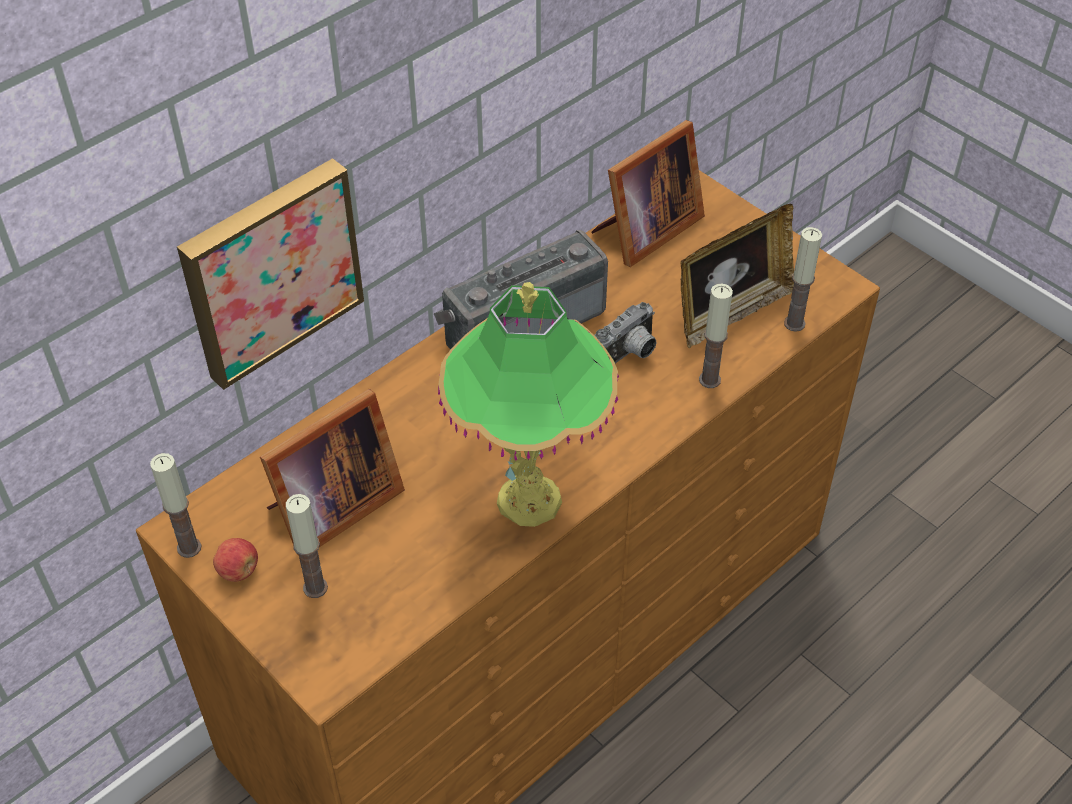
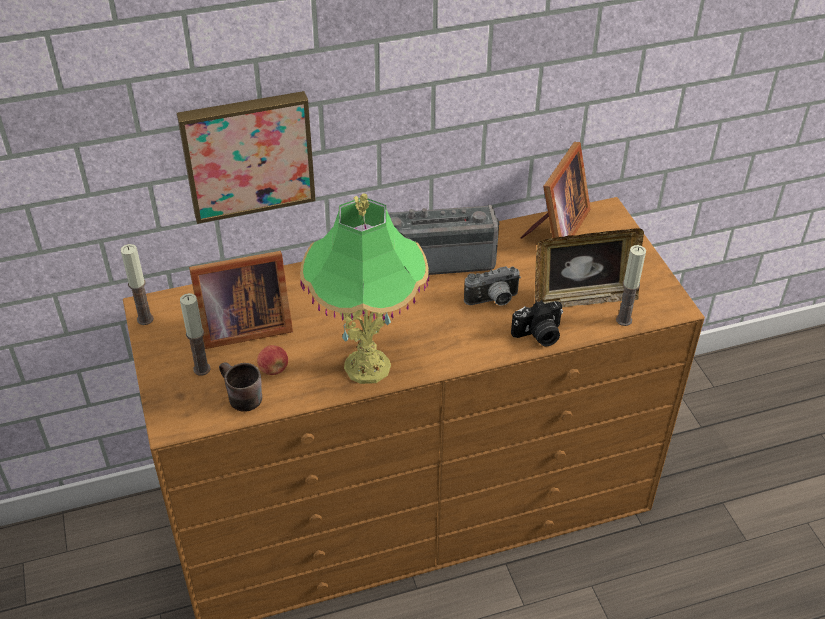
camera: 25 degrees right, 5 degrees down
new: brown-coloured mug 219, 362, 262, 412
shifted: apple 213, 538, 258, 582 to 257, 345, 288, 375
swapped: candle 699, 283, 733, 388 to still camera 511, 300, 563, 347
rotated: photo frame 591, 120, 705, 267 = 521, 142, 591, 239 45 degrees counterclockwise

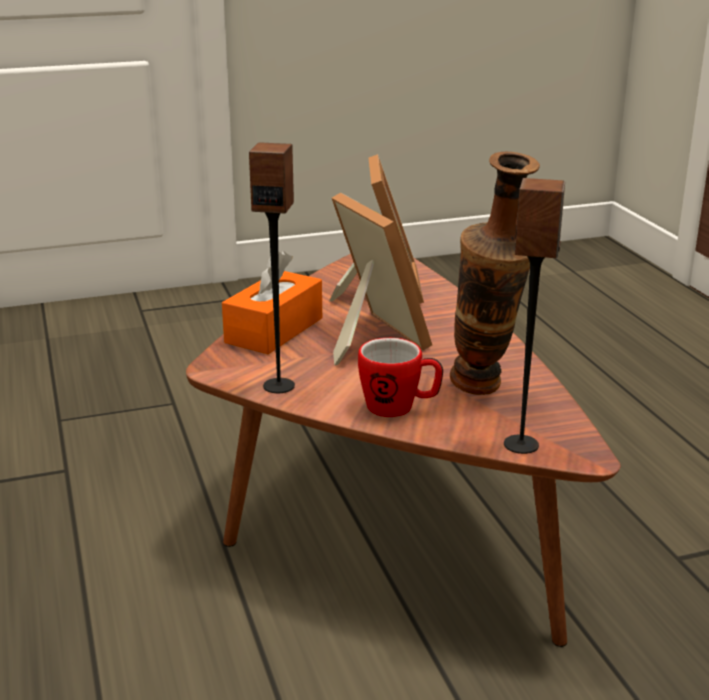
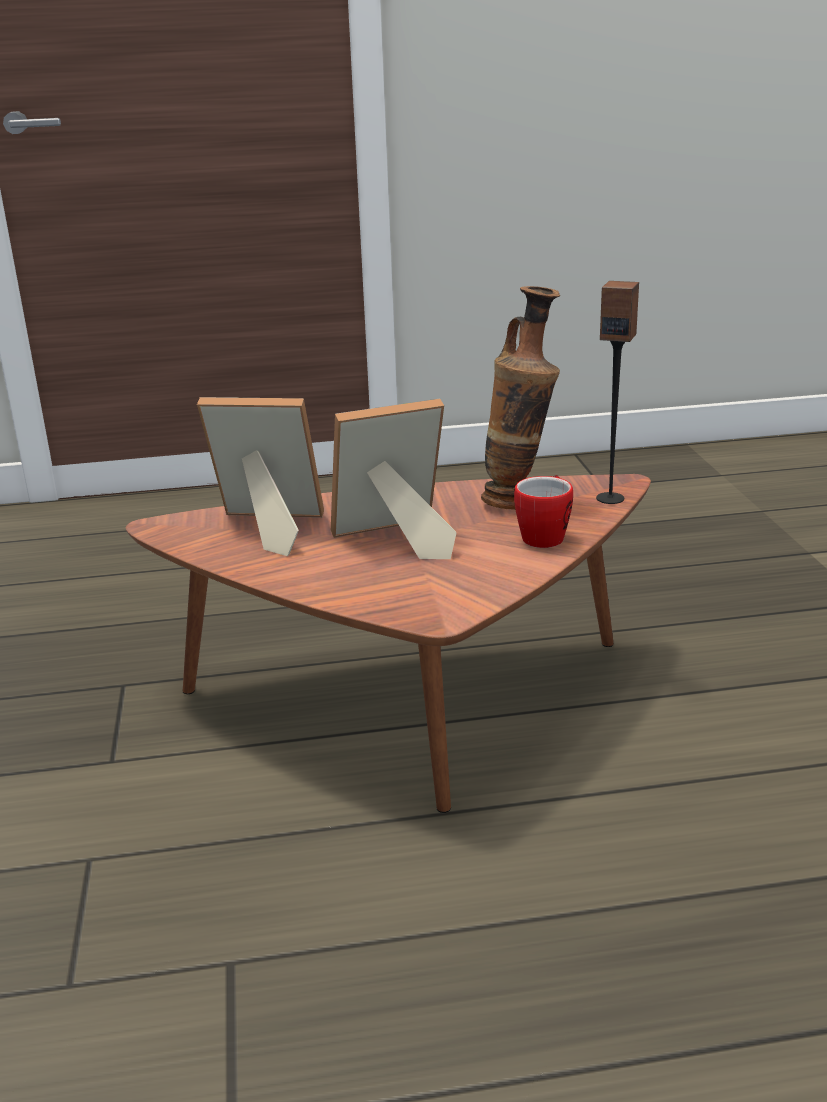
camera: 80 degrees left, 0 degrees up
gone: orange tissue holder 222, 251, 322, 354; audio speaker 249, 142, 295, 393

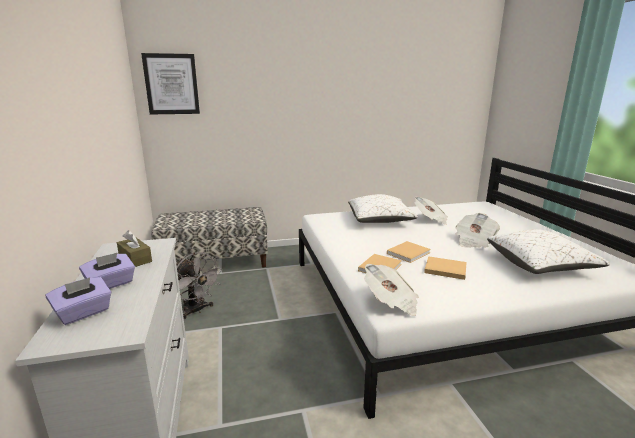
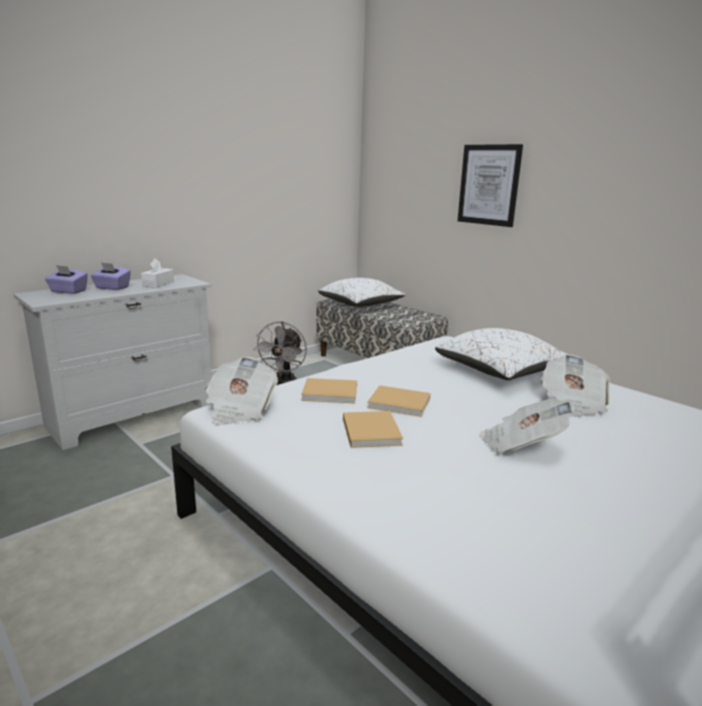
camera: 60 degrees right, 0 degrees up
shifted: picture 141, 53, 200, 114 to 458, 144, 523, 227; white pillow 487, 229, 610, 274 to 318, 278, 406, 307
repainted: brown-coloured tissue holder 117, 230, 152, 267 to white tissue holder 141, 258, 174, 288

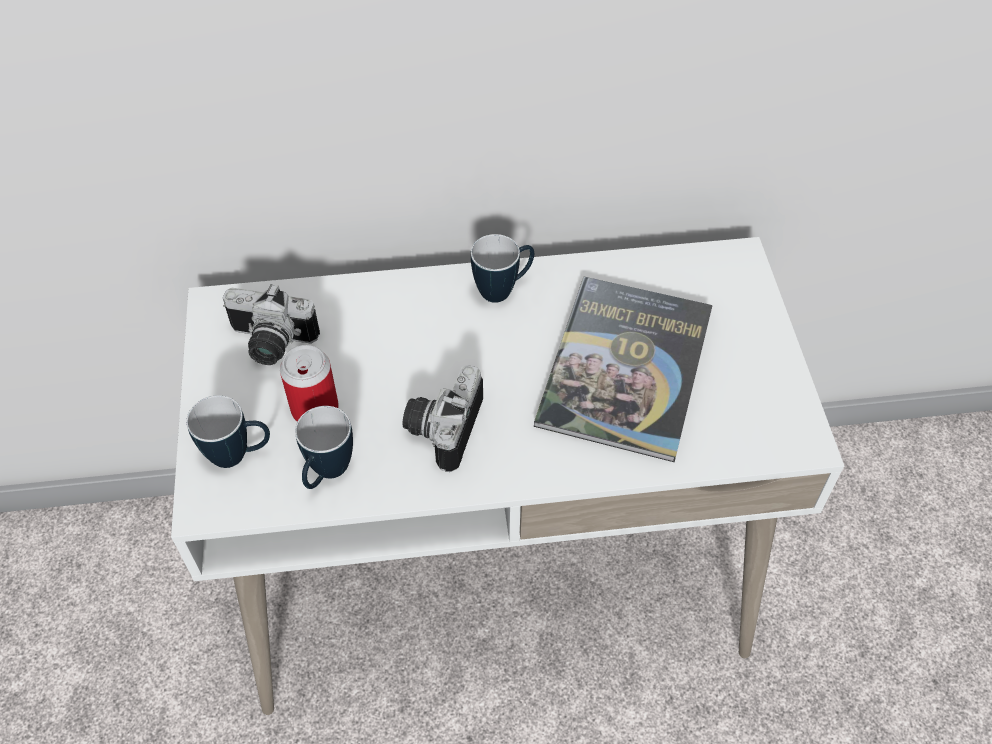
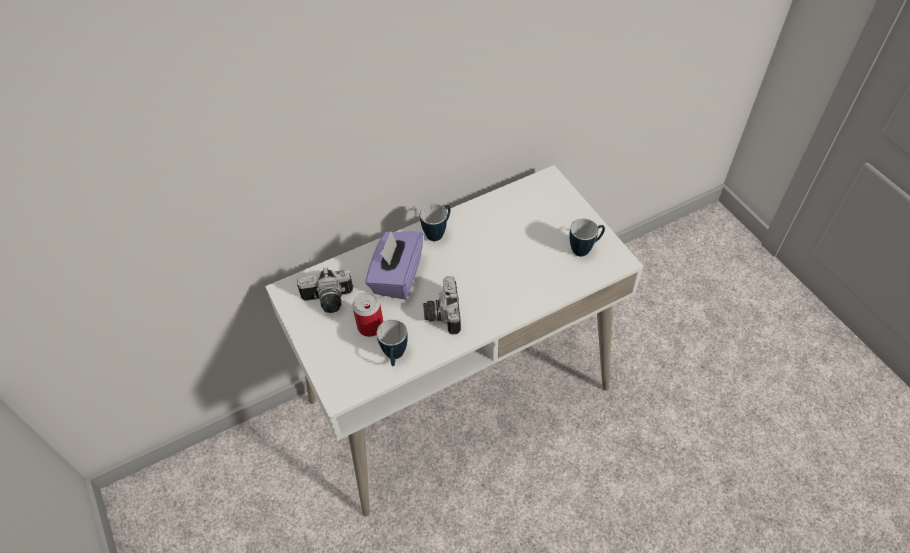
camera: 20 degrees left, 0 degrees up
gone: bound book 534, 276, 713, 462
new: purple tissue holder 365, 232, 423, 299
shifted: mug 186, 395, 270, 468 to 570, 218, 605, 256

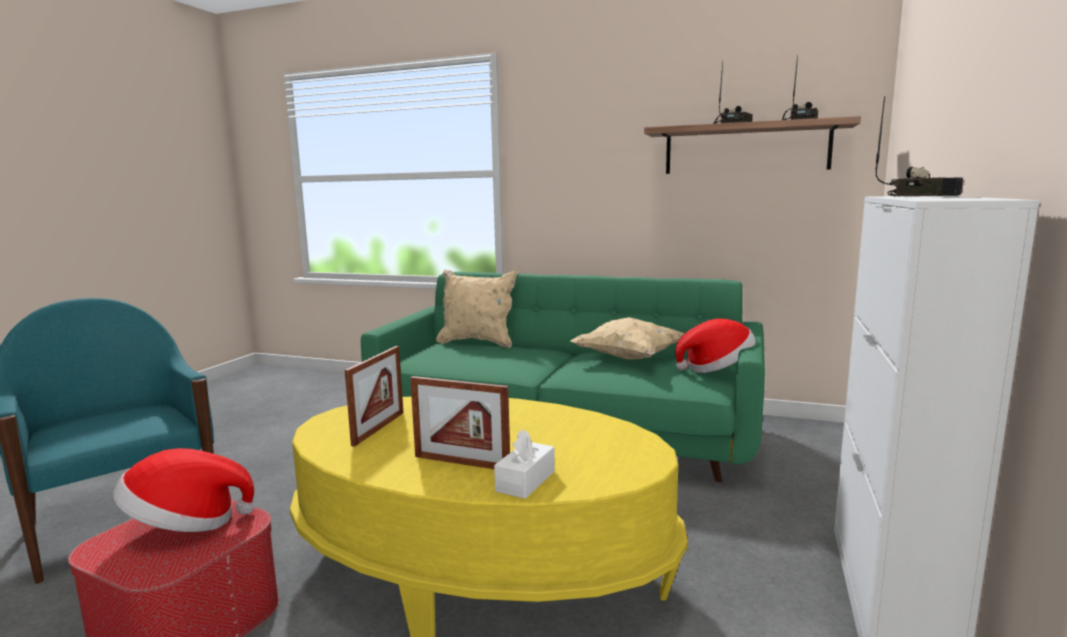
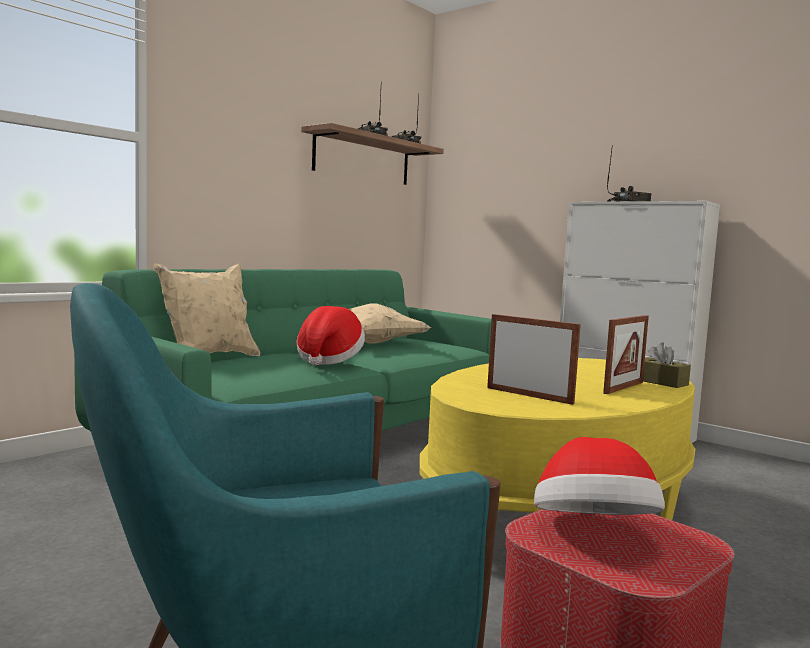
camera: 70 degrees left, 5 degrees down
shifted: clothing hat 675, 319, 756, 373 to 297, 306, 365, 366
repainted: white tissue holder 494, 429, 555, 499 to brown-coloured tissue holder 643, 343, 691, 388

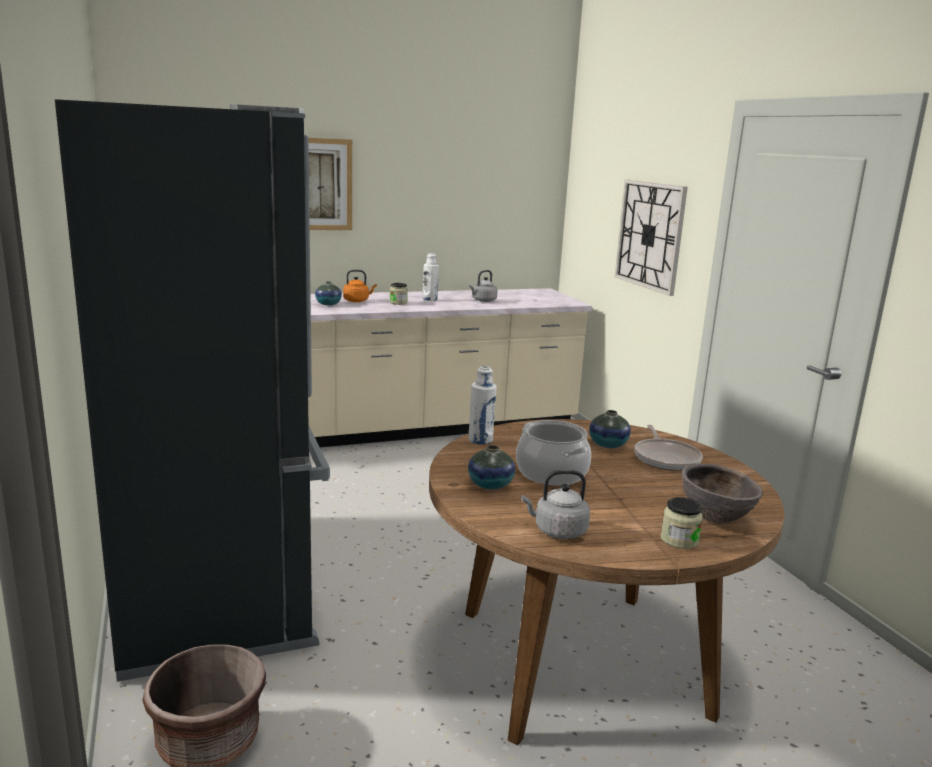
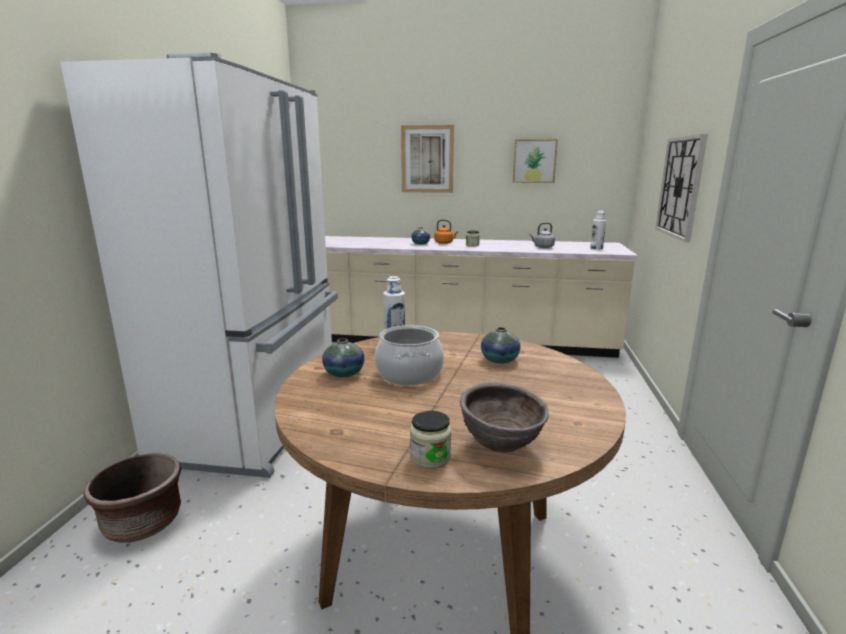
camera: 30 degrees right, 0 degrees up
gone: gray kettle 521, 470, 590, 539; skillet 634, 425, 703, 471
new: picture 513, 139, 558, 183
shifted: white bottle 423, 253, 439, 301 to 590, 211, 606, 250
repainted: black refrigerator 55, 99, 330, 682 to white refrigerator 60, 53, 338, 478

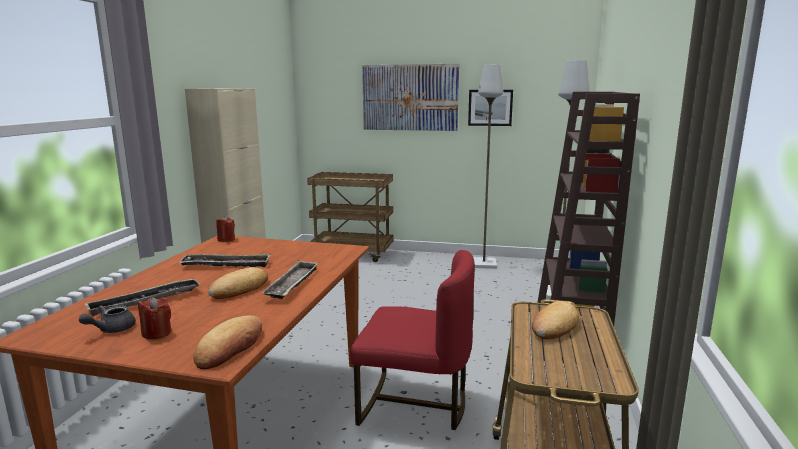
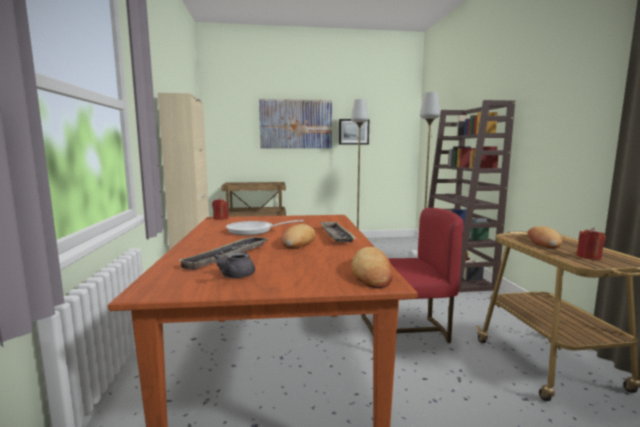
camera: 20 degrees left, 5 degrees down
shifted: reddish candle 138, 297, 172, 339 to 576, 228, 606, 260
swapped: serving tray 179, 254, 271, 267 to skillet 226, 220, 303, 235

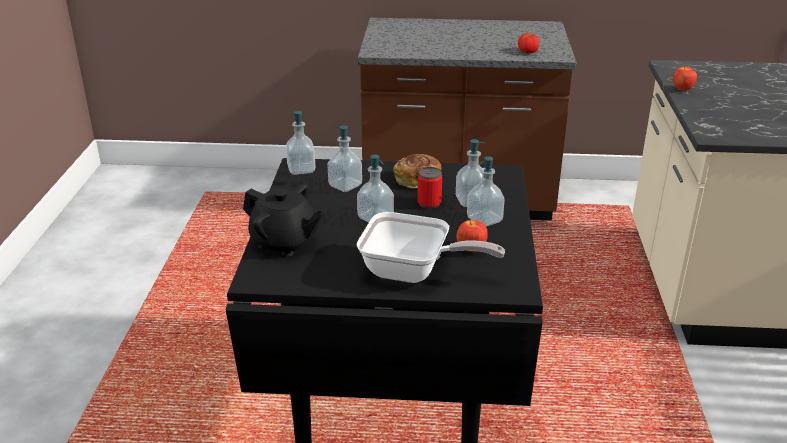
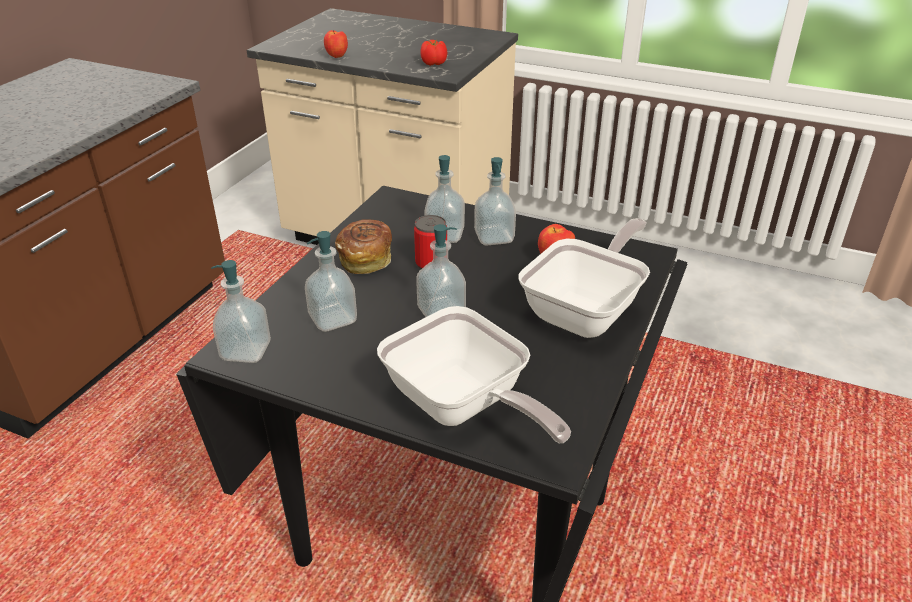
camera: 70 degrees left, 5 degrees up
shifted: tomato 518, 33, 539, 53 to 420, 40, 447, 66
swapped: black tea pot 243, 184, 324, 257 to skillet 377, 306, 571, 443

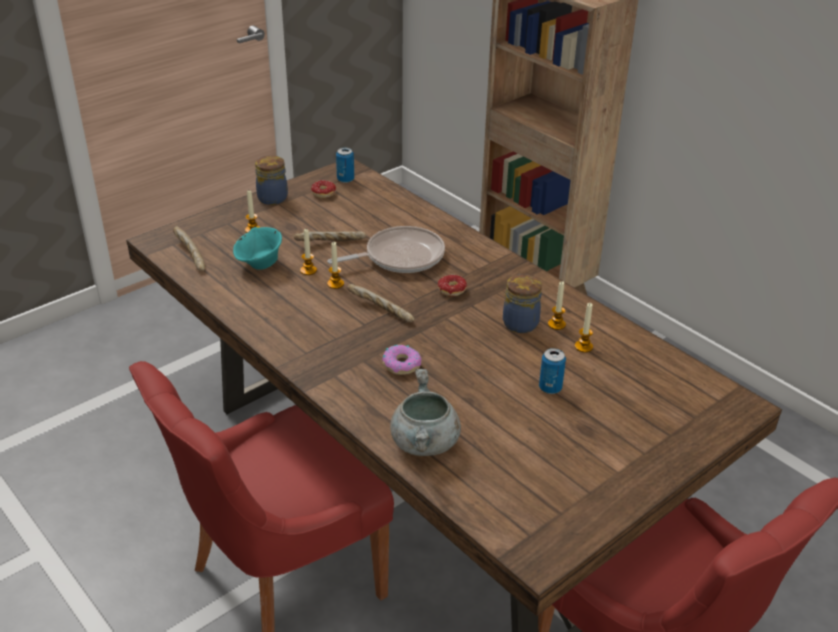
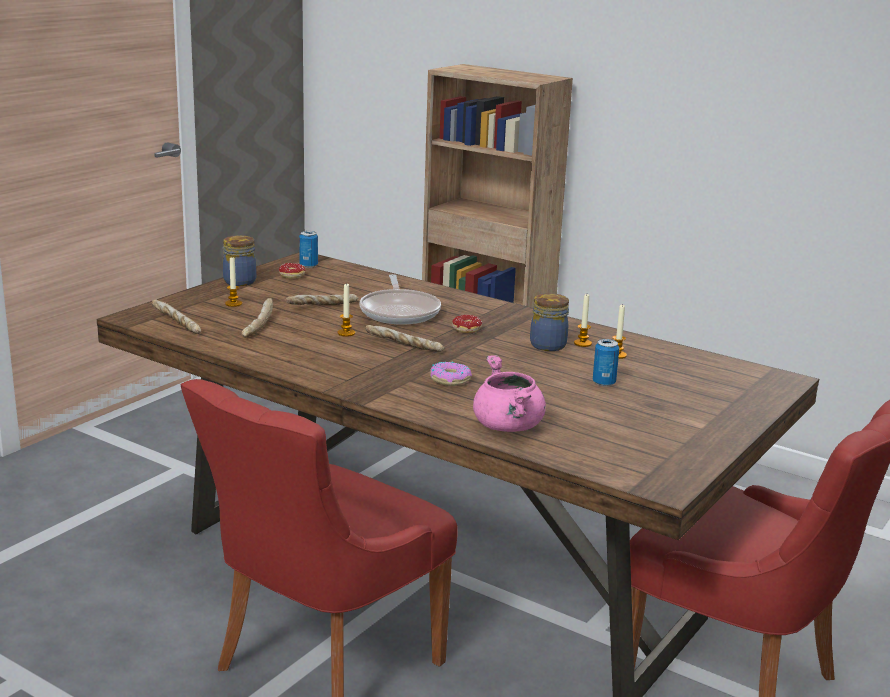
camera: 15 degrees left, 15 degrees down
gone: candle 300, 229, 317, 275
swapped: turquoise-coloured deep dish 233, 227, 282, 270 to bread 241, 298, 273, 338
repainted: gray cooking pot 390, 369, 461, 456 to pinkish cooking pot 473, 355, 546, 432
rotated: skillet 327, 226, 445, 273 = 359, 274, 441, 325 120 degrees clockwise

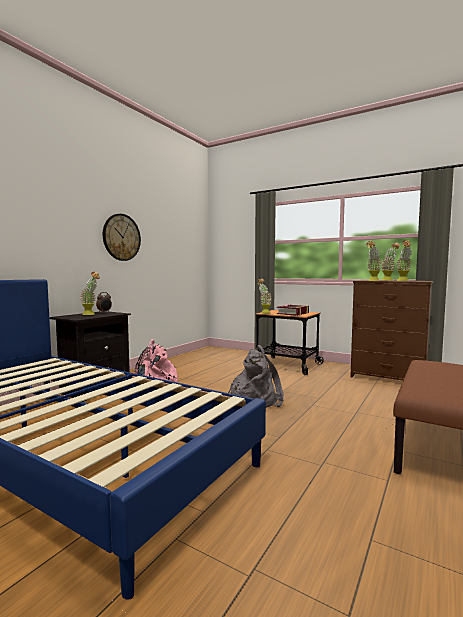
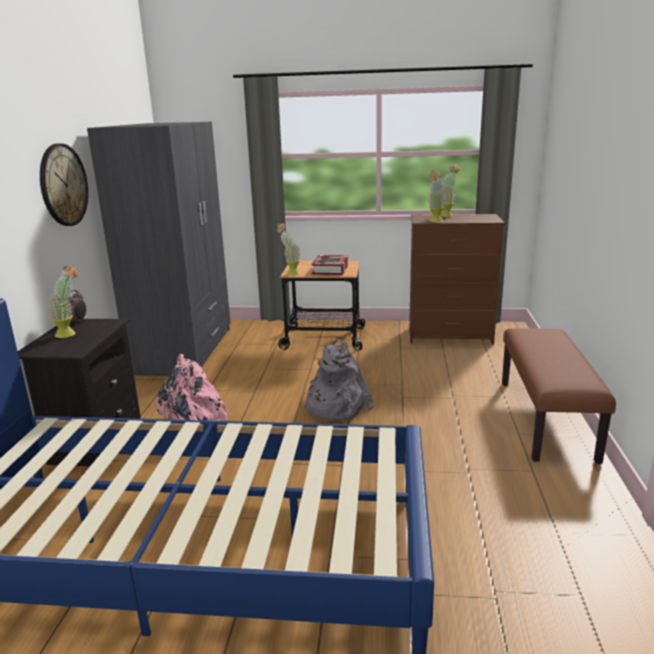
camera: 25 degrees left, 15 degrees up
gone: plant in a pot 396, 240, 412, 281
new: gray wardrobe 87, 122, 231, 376

